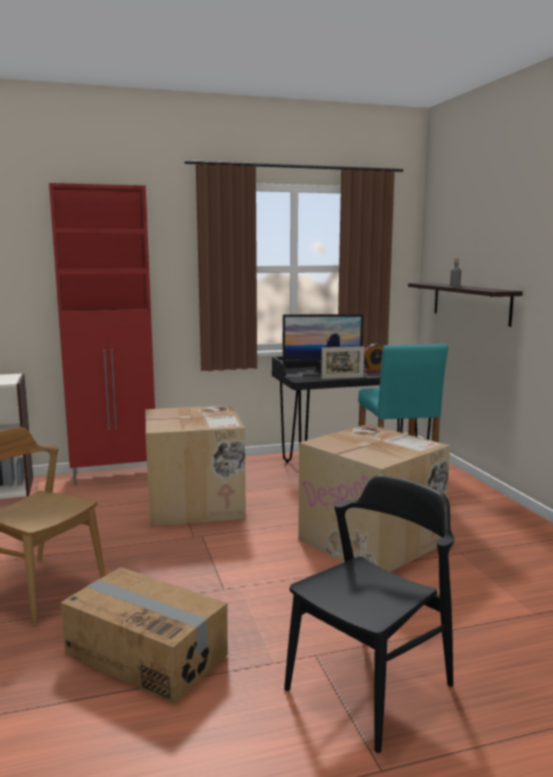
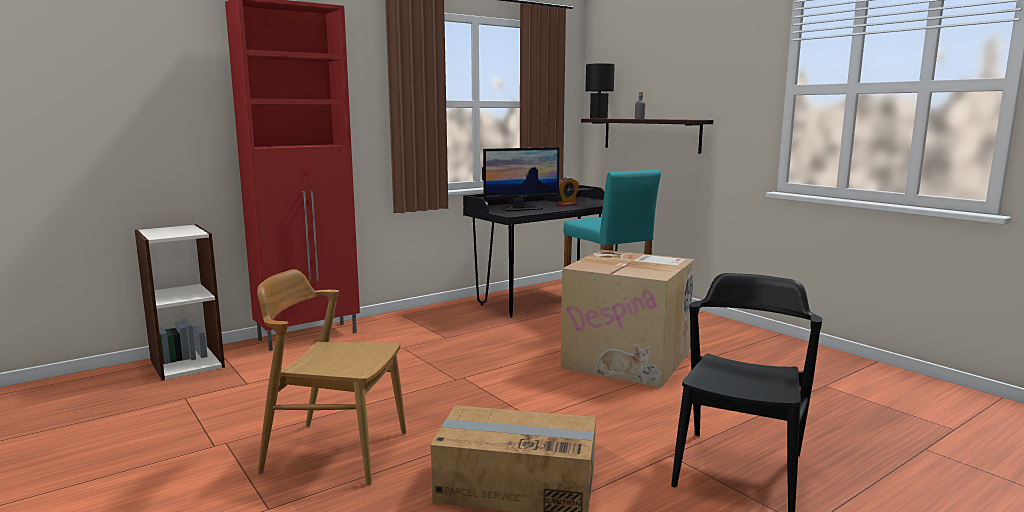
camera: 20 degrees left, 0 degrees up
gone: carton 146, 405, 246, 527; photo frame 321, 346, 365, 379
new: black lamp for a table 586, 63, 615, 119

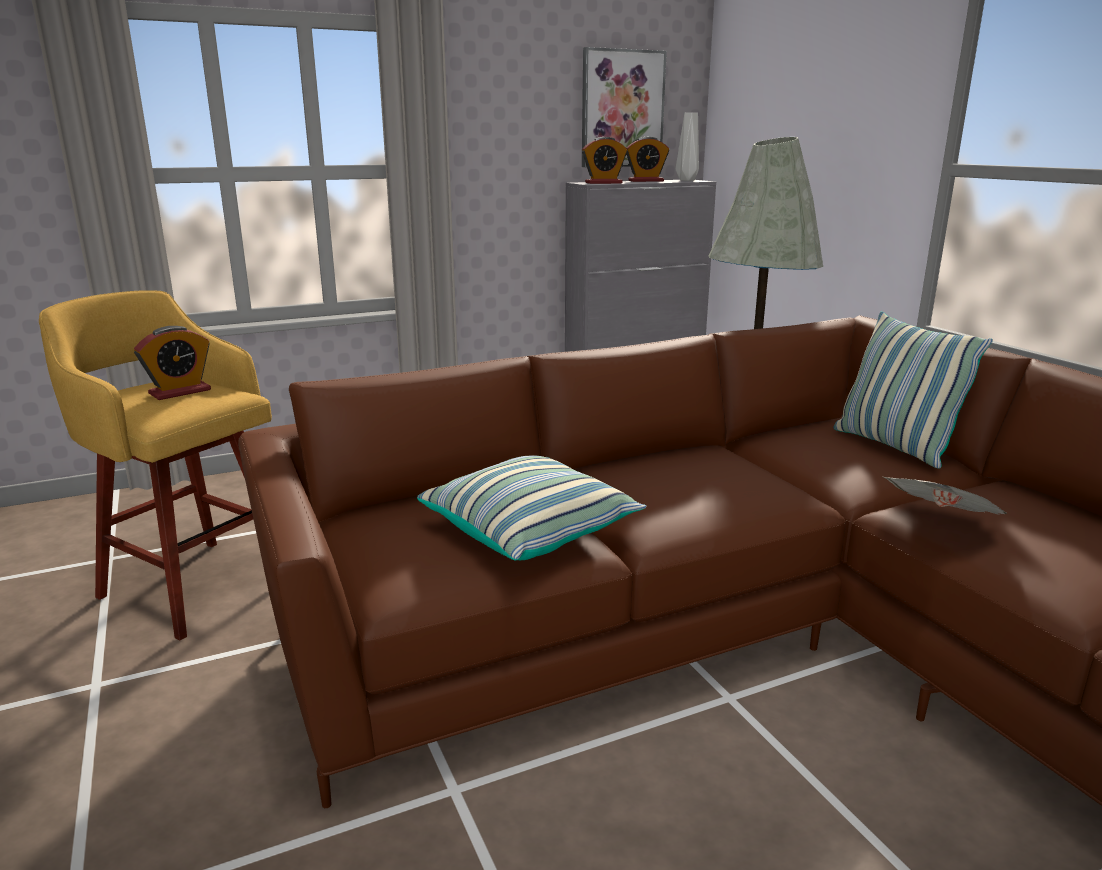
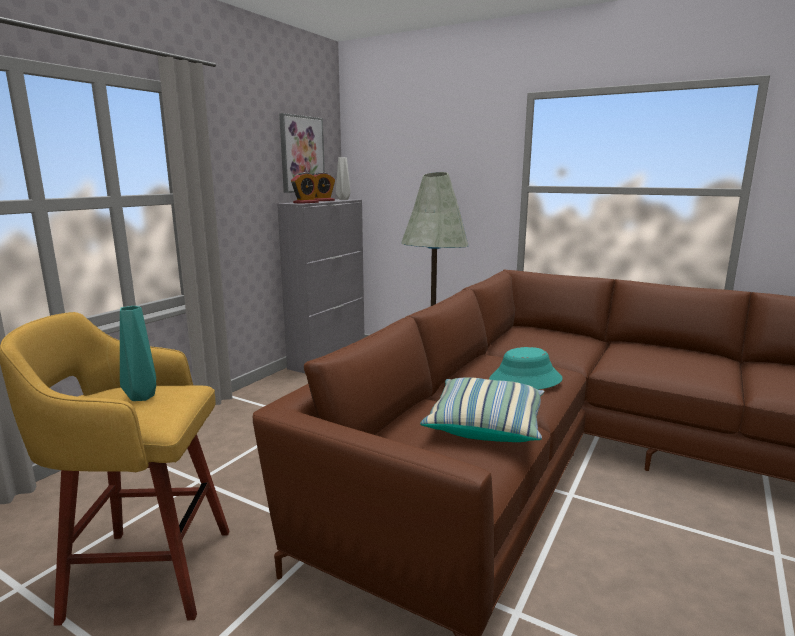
camera: 35 degrees left, 5 degrees down
gone: pillow 833, 311, 993, 469; newspaper 884, 477, 1007, 515
new: turquoise-coloured clothing hat 489, 347, 563, 390
swapped: bedside clock 134, 326, 211, 400 to turquoise-coloured decorative vase 120, 306, 156, 401

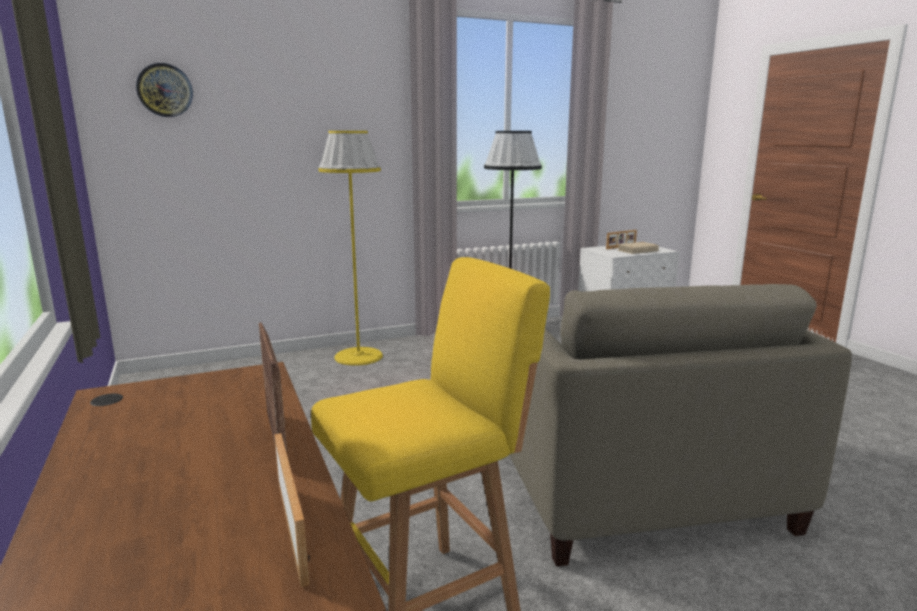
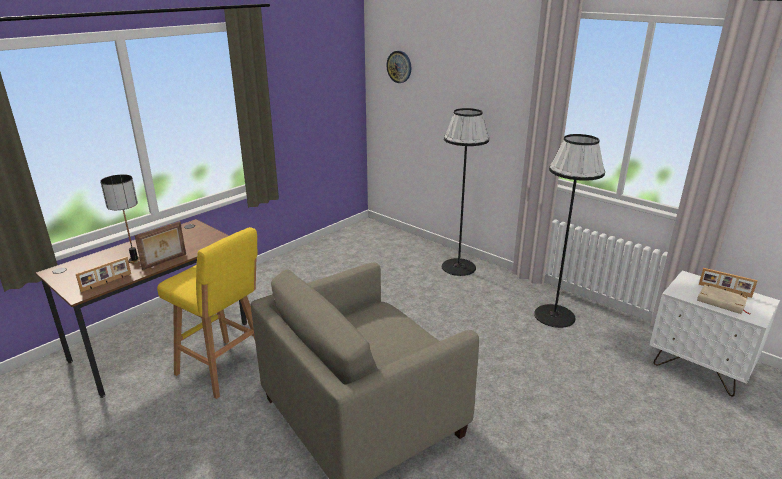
camera: 65 degrees right, 10 degrees up
new: lamp for a table 100, 174, 140, 264
repainted: yellow floor lamp 318, 131, 383, 366 to black floor lamp 442, 108, 489, 276

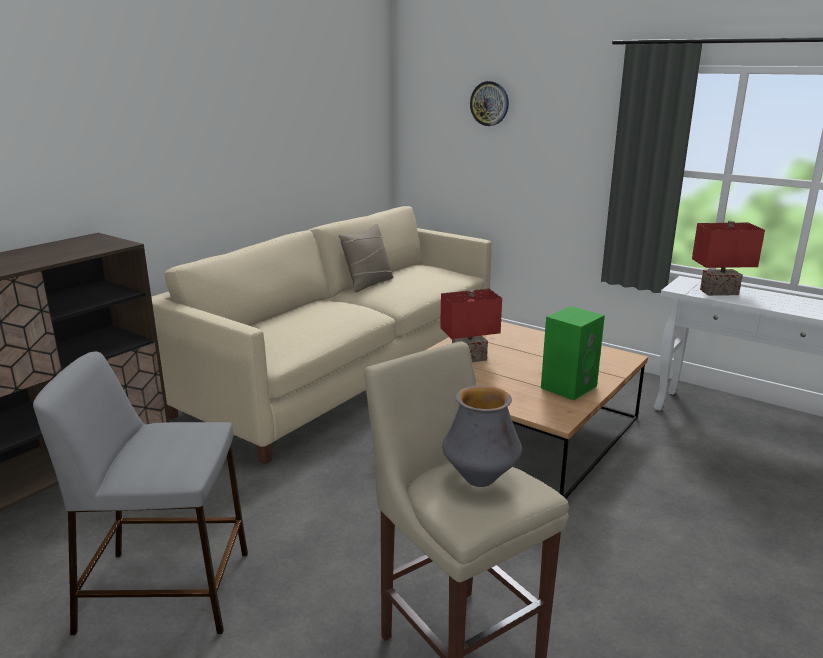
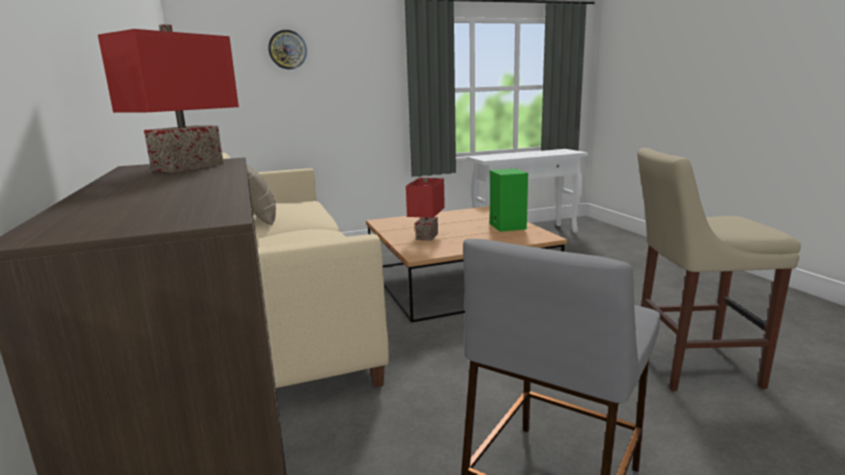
camera: 55 degrees left, 5 degrees down
gone: decorative vase 442, 385, 522, 487
shifted: reddish lamp for a table 692, 221, 765, 296 to 98, 24, 239, 173

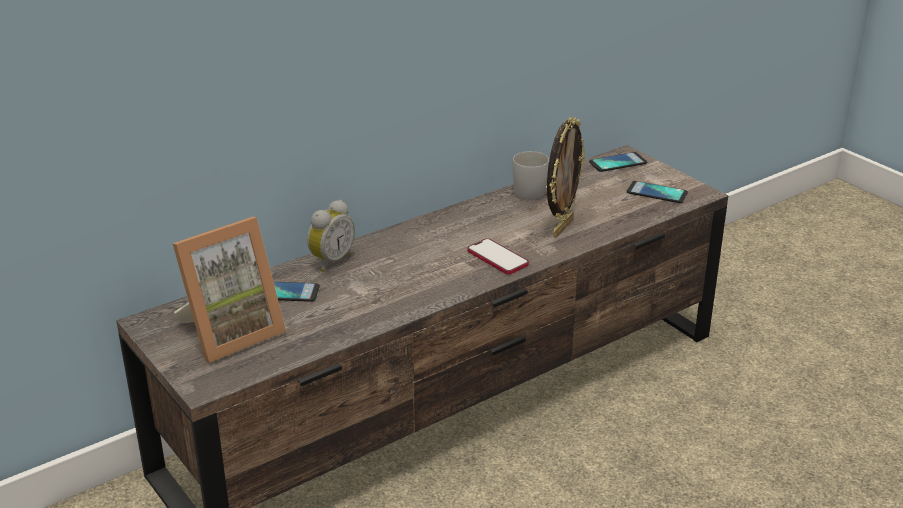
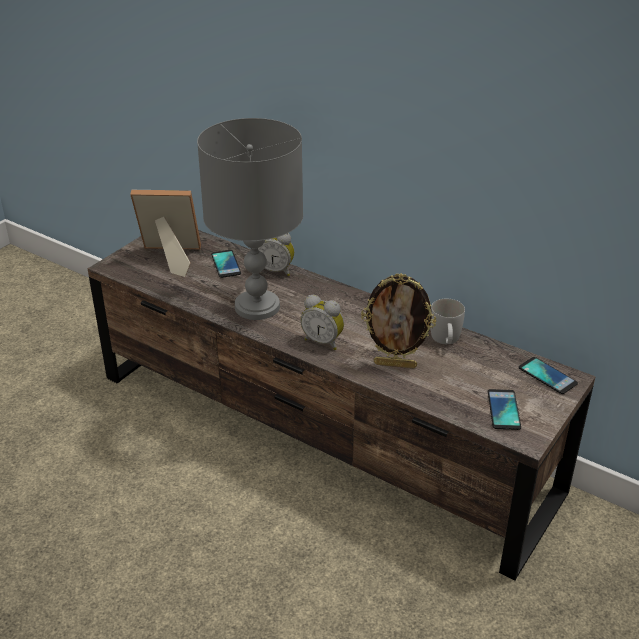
camera: 70 degrees right, 5 degrees up
new: gray lamp for a table 197, 118, 303, 320
swapped: phone 467, 238, 529, 275 to bedside clock 300, 295, 344, 350
rotated: photo frame 173, 217, 286, 363 = 130, 190, 201, 277 150 degrees clockwise

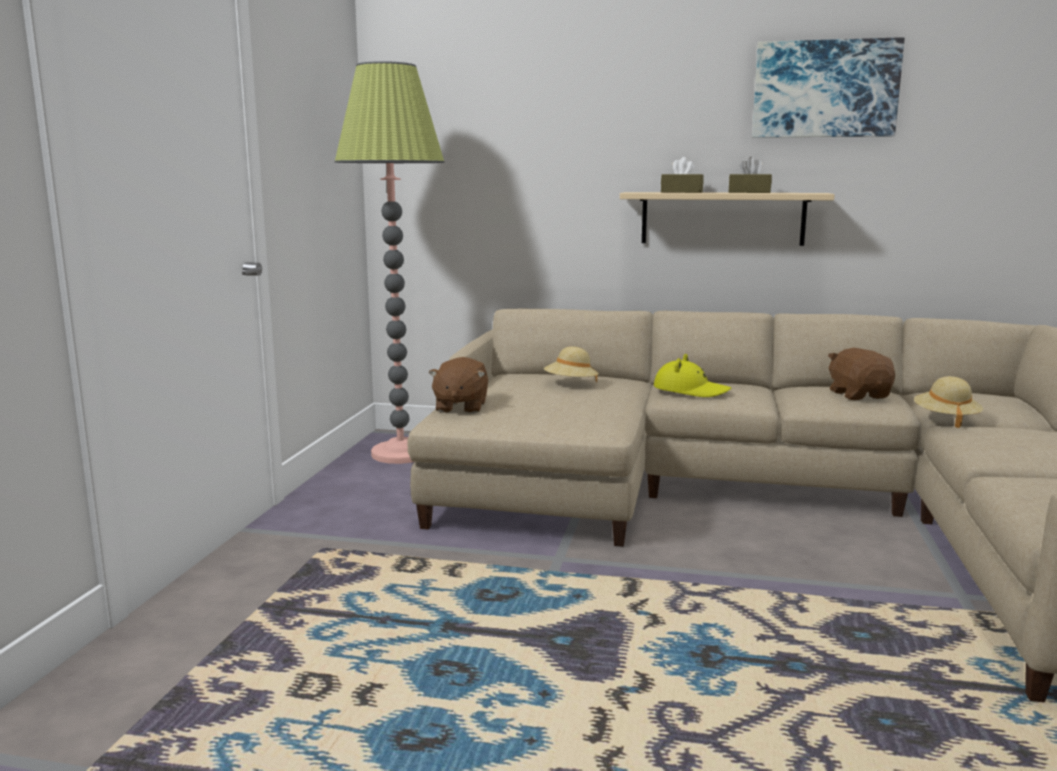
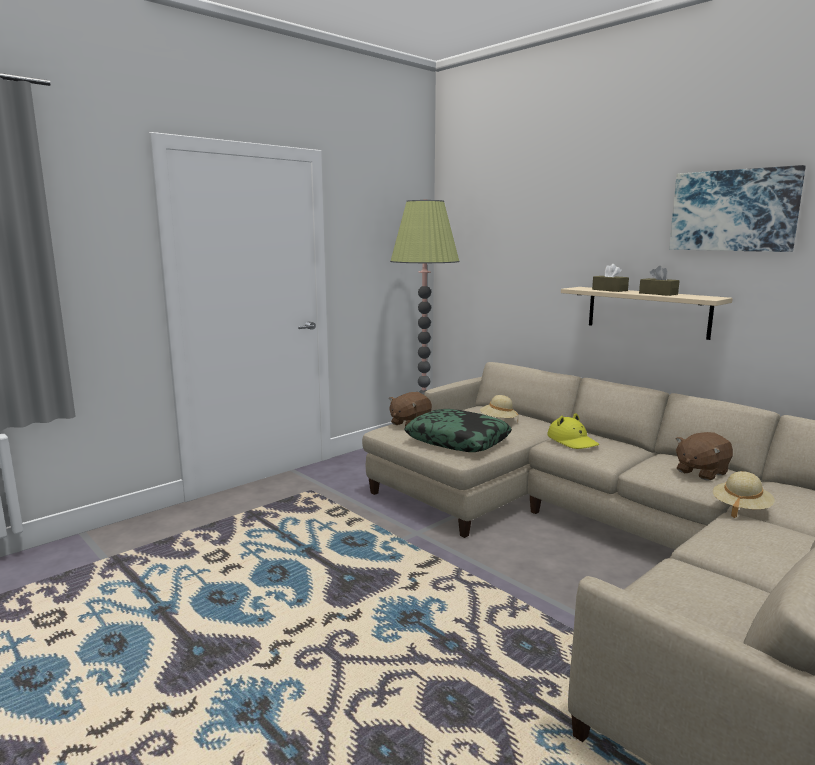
camera: 35 degrees right, 0 degrees up
new: pillow 404, 409, 512, 452
rotated: brown-coloured soft toy 828, 348, 895, 400 = 676, 432, 733, 480 150 degrees counterclockwise

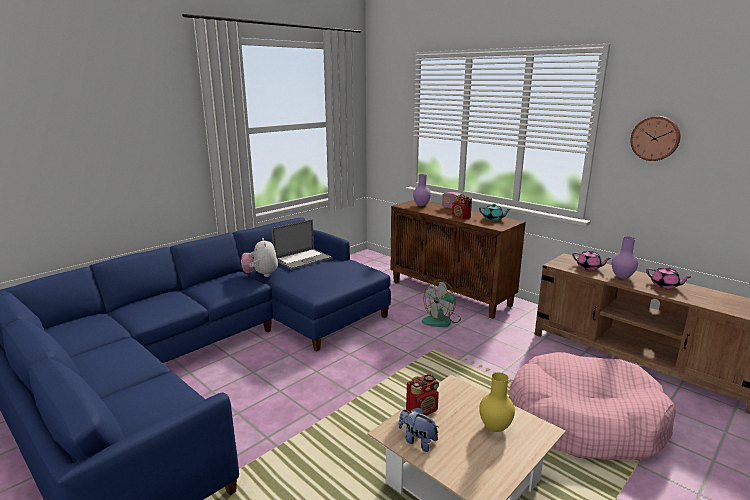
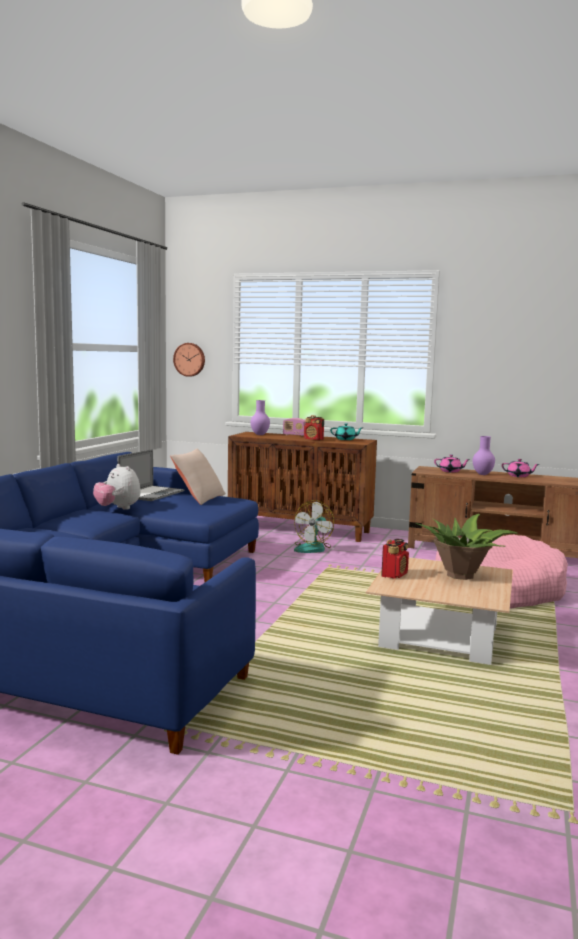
camera: 25 degrees left, 10 degrees down
gone: soft toy 399, 408, 439, 452
new: beige-coloured pillow 171, 449, 226, 505
shifted: clock on the wall 630, 116, 680, 161 to 173, 343, 205, 377
swapped: yellow decorative vase 479, 372, 515, 432 to plant in a pot 416, 514, 518, 580

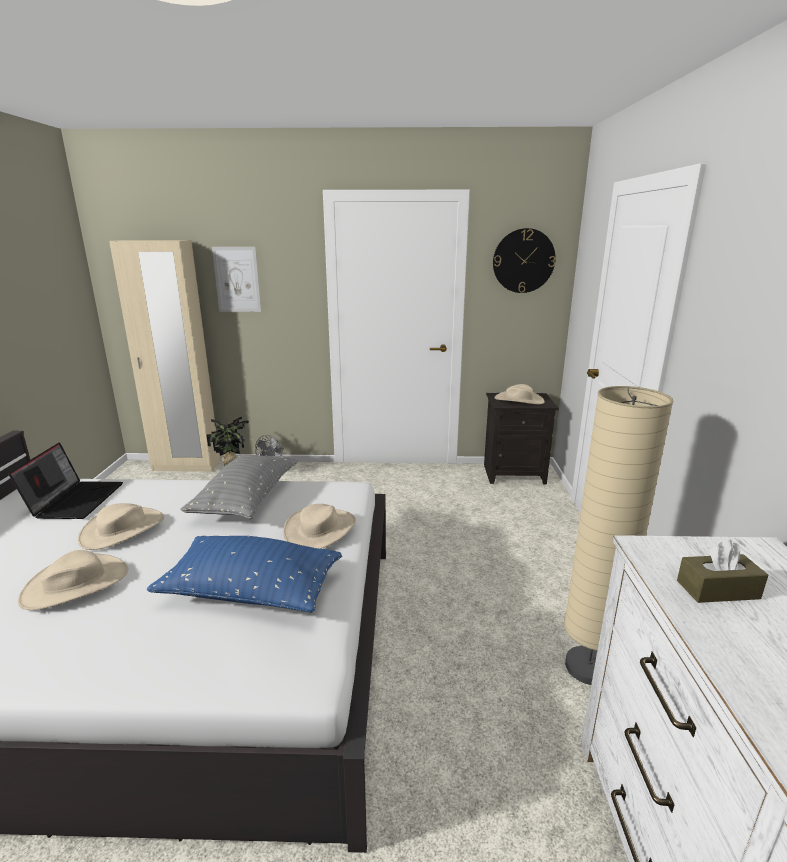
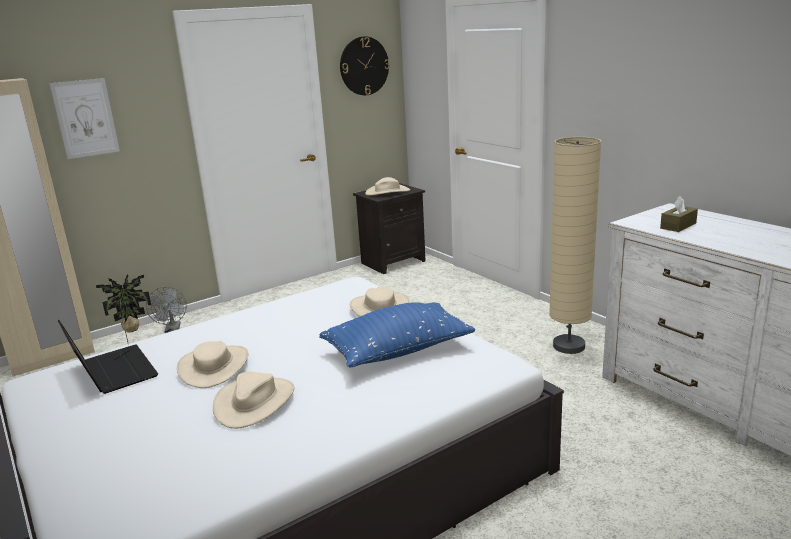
camera: 35 degrees left, 0 degrees up
gone: gray pillow 180, 455, 297, 519

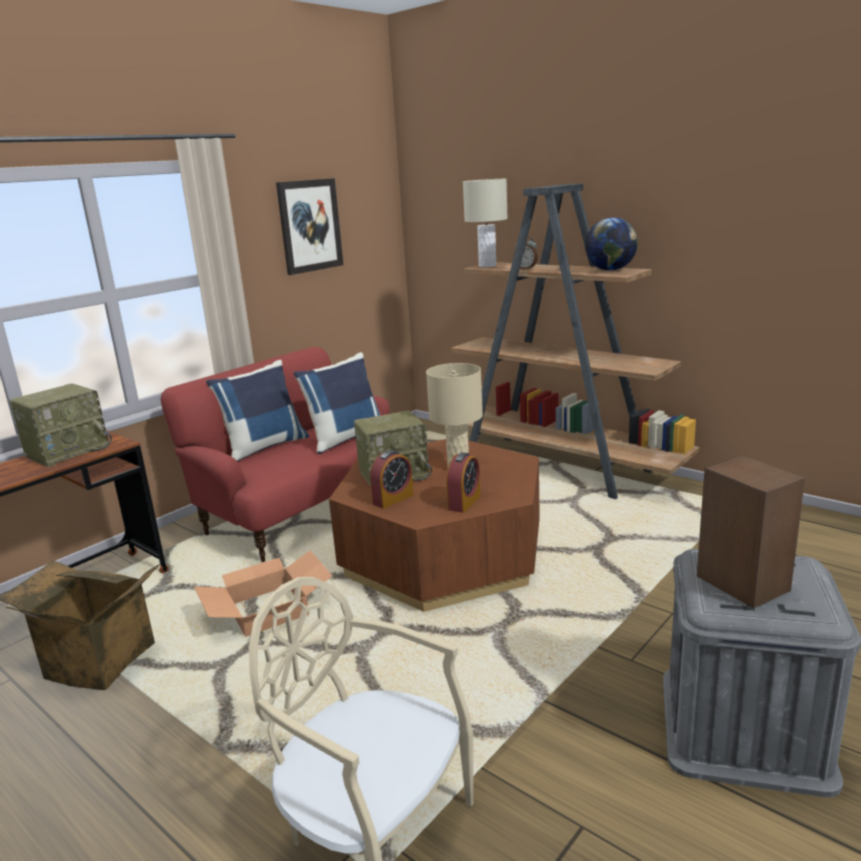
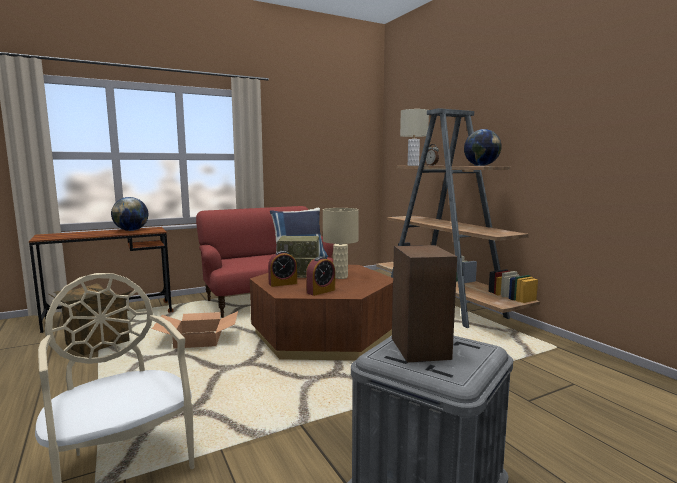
camera: 20 degrees right, 10 degrees down
gone: blue-coloured pillow 206, 360, 309, 462; picture 276, 178, 343, 275
swapped: radio receiver 10, 383, 112, 467 to globe 111, 197, 148, 231

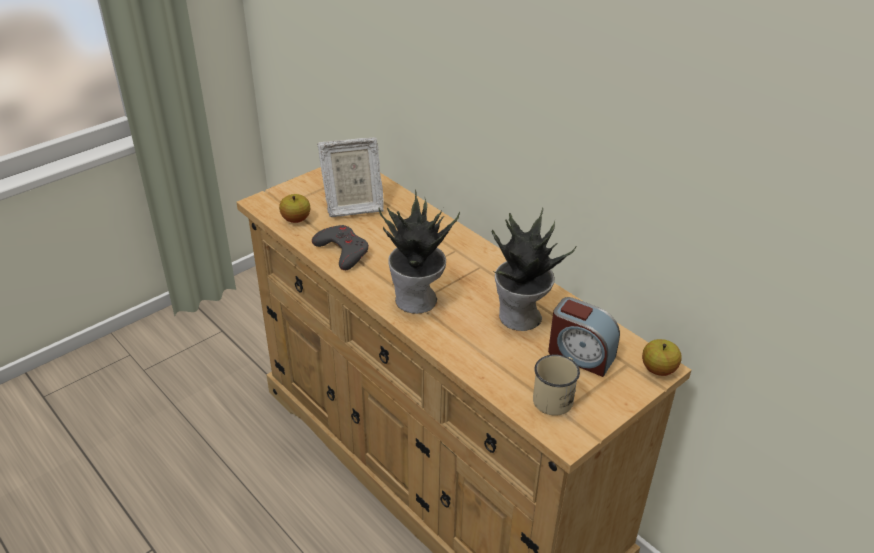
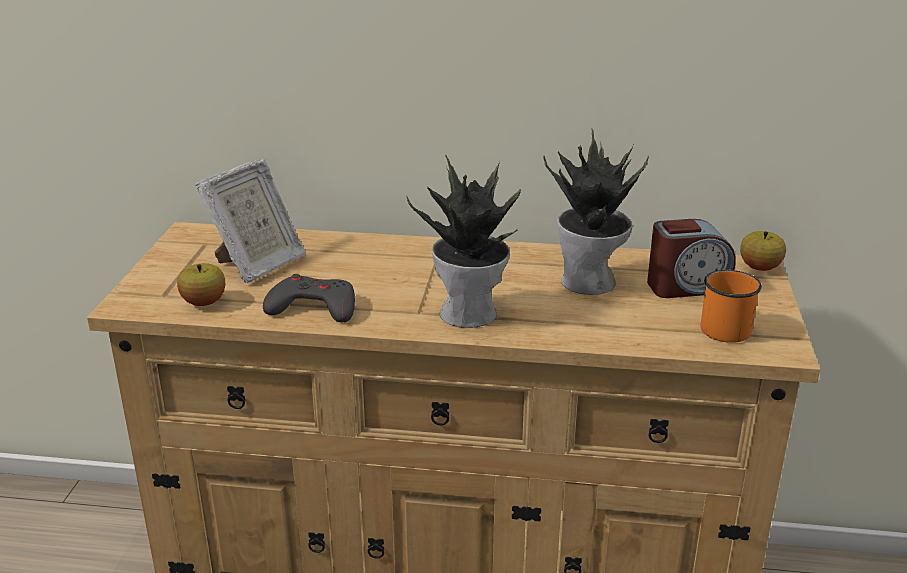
camera: 40 degrees left, 10 degrees down
repainted: beige-coloured mug 533, 355, 580, 416 to orange mug 700, 270, 762, 343

